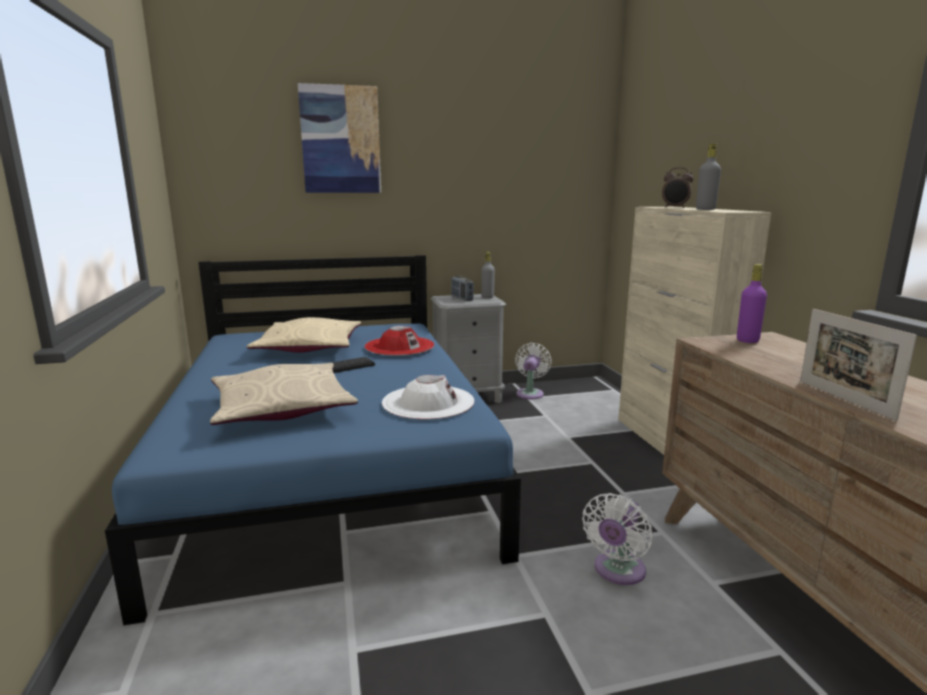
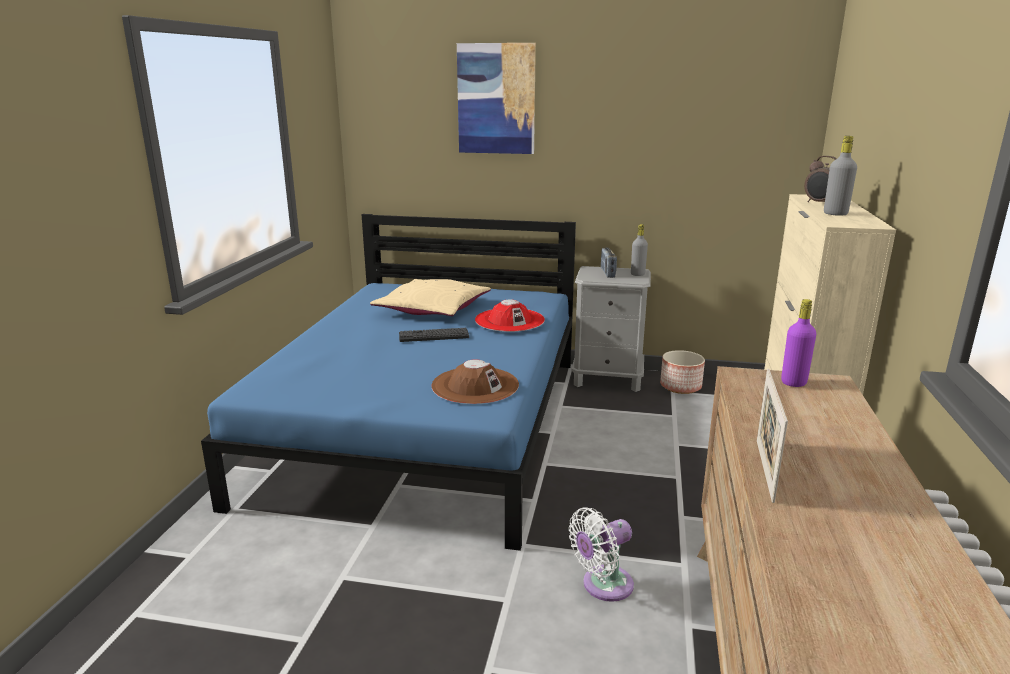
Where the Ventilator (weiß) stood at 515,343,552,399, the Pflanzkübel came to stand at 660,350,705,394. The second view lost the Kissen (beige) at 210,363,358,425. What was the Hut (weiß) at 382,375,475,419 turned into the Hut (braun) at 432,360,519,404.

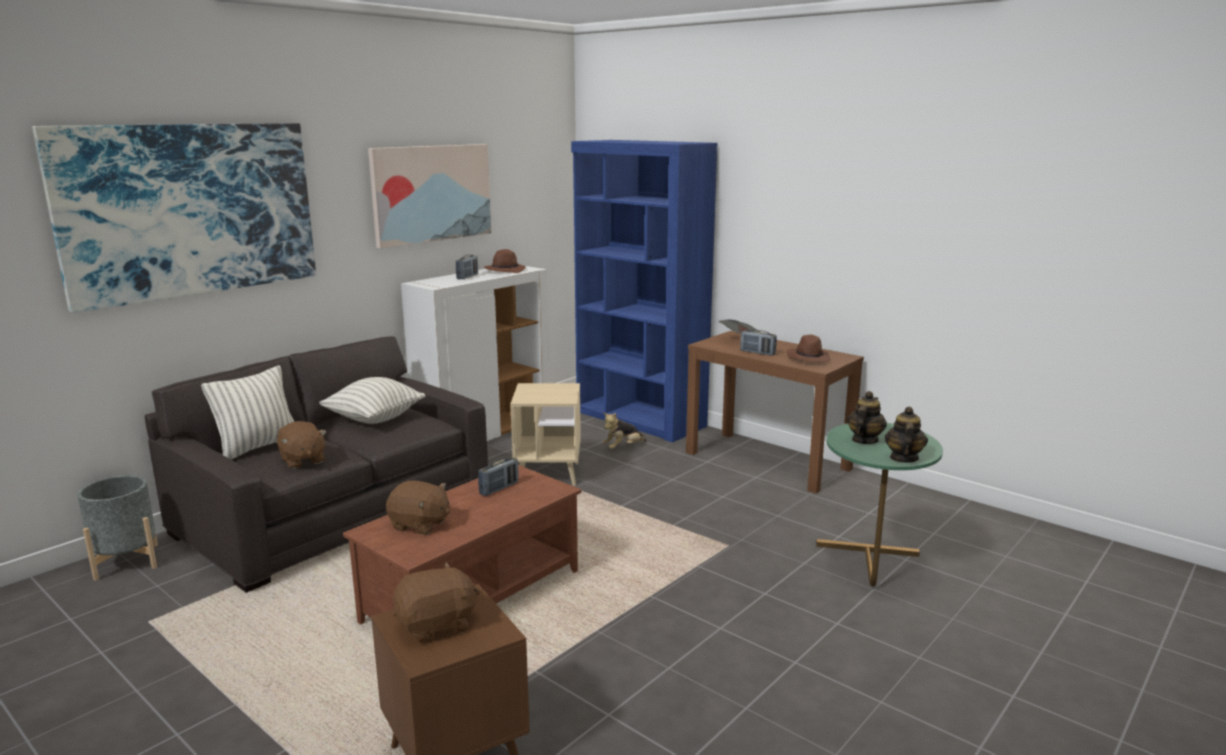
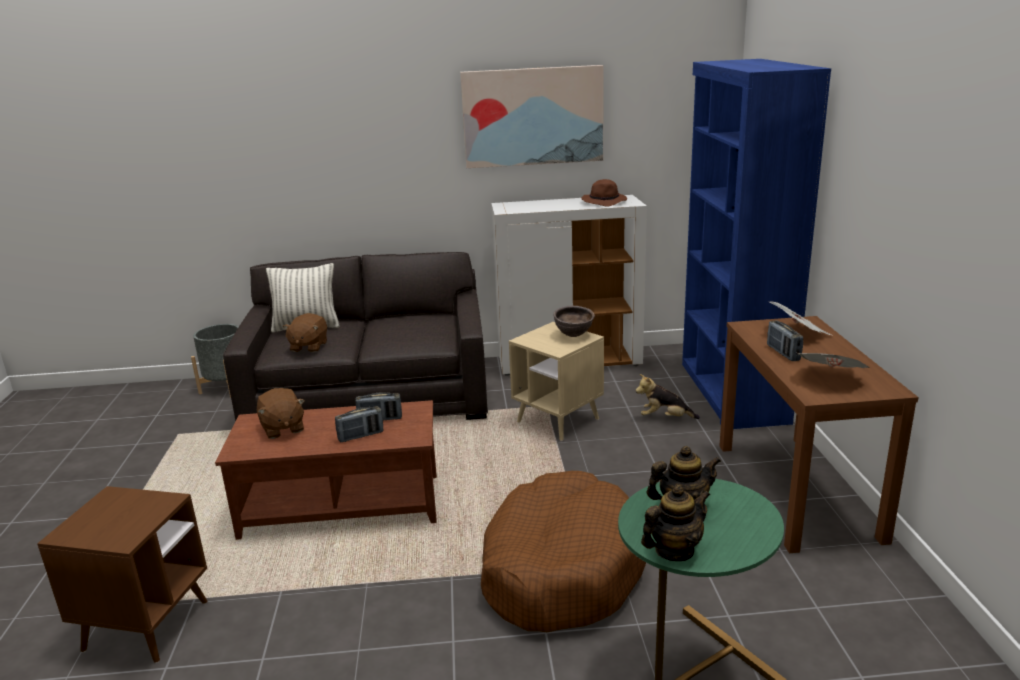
The second view lost the Bild at 32,123,316,313. The Radio ended up elsewhere, having gone from 456,255,478,279 to 335,406,383,442. Where the Hut (braun) stood at 787,335,831,362, the Zeitung came to stand at 798,353,870,368. The second view lost the Kissen at 319,377,425,424. The second view lost the Plüschtier (braun) at 393,562,480,643. The second view gained the Schüssel (braun) at 553,306,595,337. The second view gained the Hundebett (braun) at 481,471,646,632.

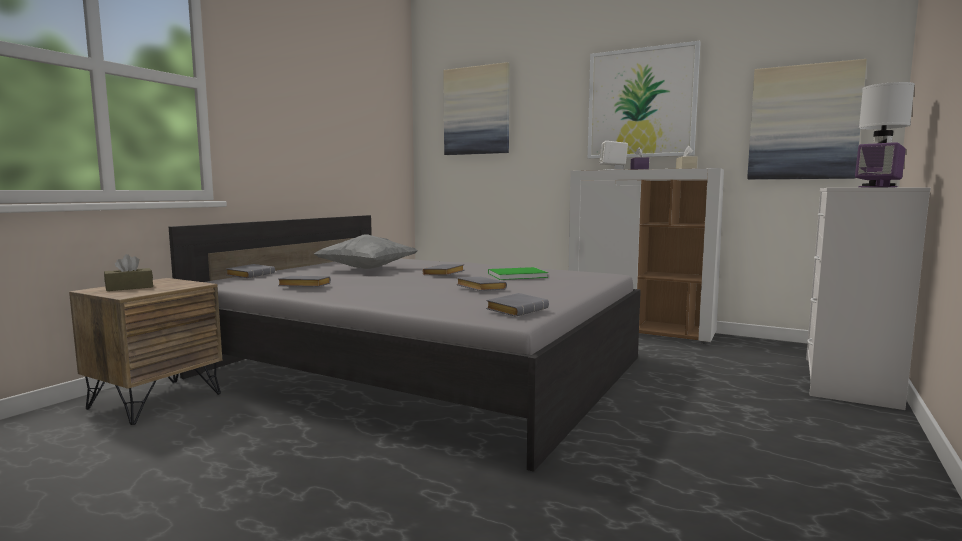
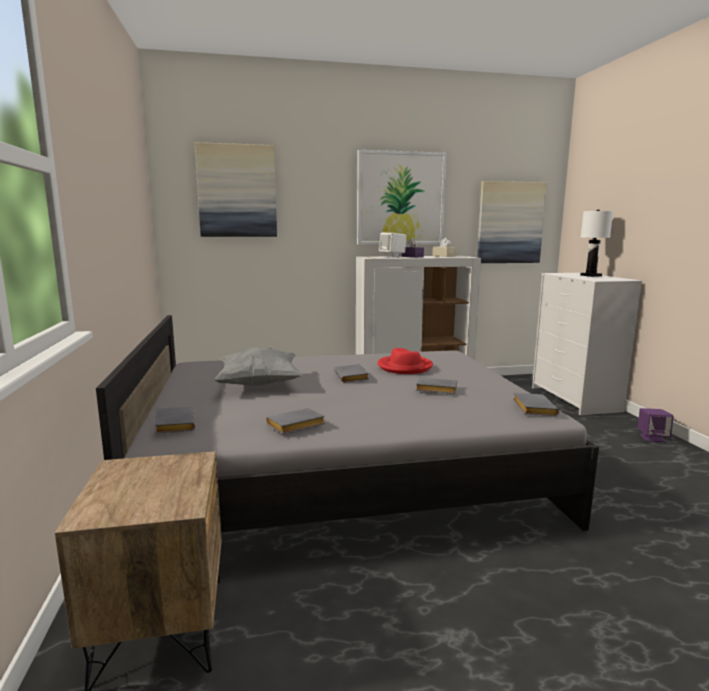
The Lautsprecher (lila) ended up elsewhere, having gone from 855,142,906,187 to 638,408,674,442. The second view lost the Taschentuchbox (braun) at 104,254,153,291. Where the Buch (grün) stood at 488,267,548,280, the Hut (rot) came to stand at 378,348,433,374.

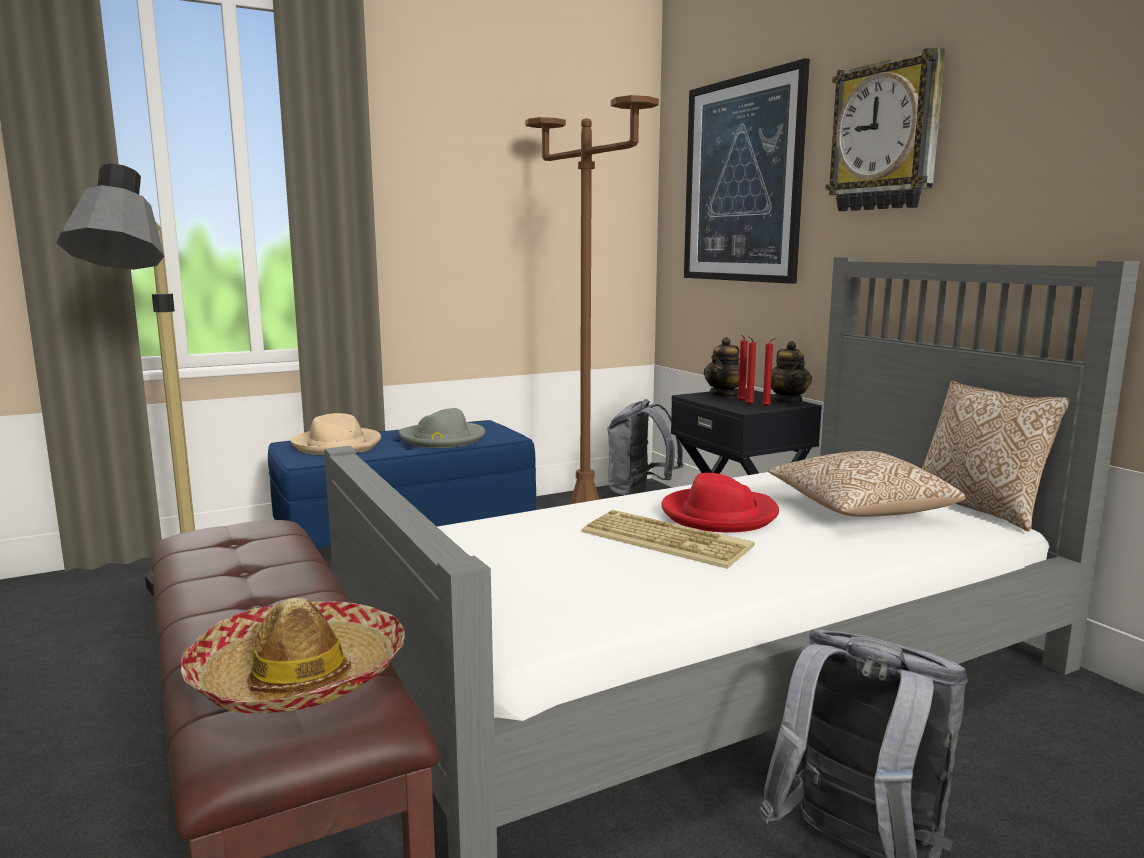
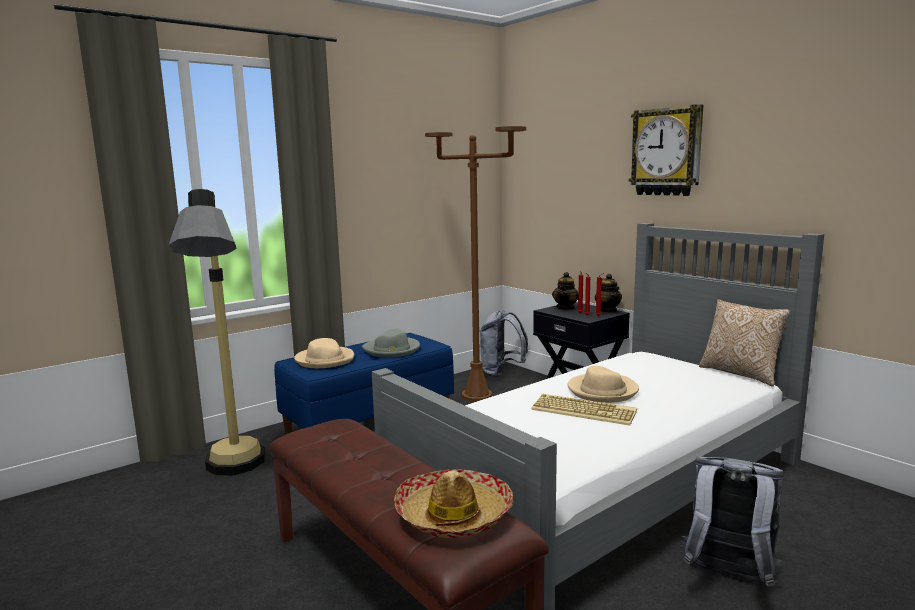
The second view lost the Bild at 684,58,810,284. The second view lost the Kissen at 768,451,966,517. What was the Hut (rot) at 661,473,779,533 turned into the Hut (beige) at 568,366,639,403.

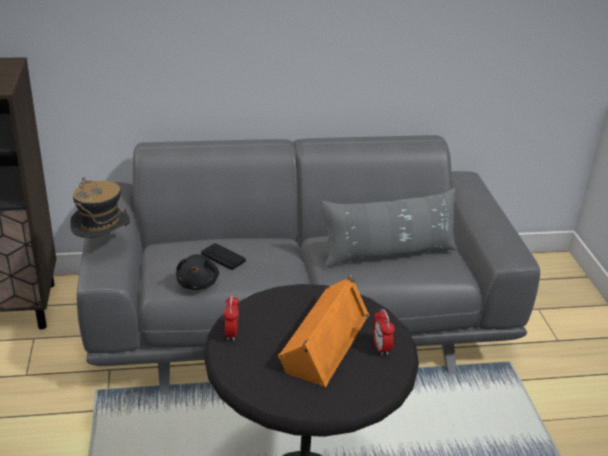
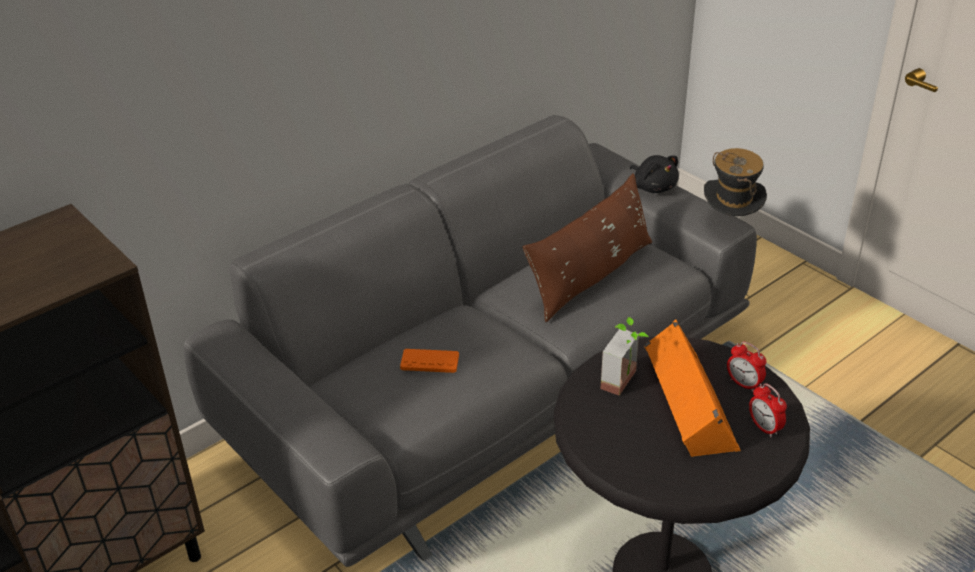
The Hut ended up elsewhere, having gone from 70,177,130,238 to 704,148,767,216. What was the Kissen (grau) at 321,188,457,268 turned into the Kissen (braun) at 523,173,652,322. What was the Gamepad (schwarz) at 201,243,246,270 turned into the Gamepad (orange) at 400,349,459,373. The Plüschtier (schwarz) ended up elsewhere, having gone from 176,254,219,290 to 630,155,679,193. The Wecker ended up elsewhere, having gone from 224,294,240,341 to 749,383,787,437. The second view gained the Topfpflanze at 600,317,648,396.

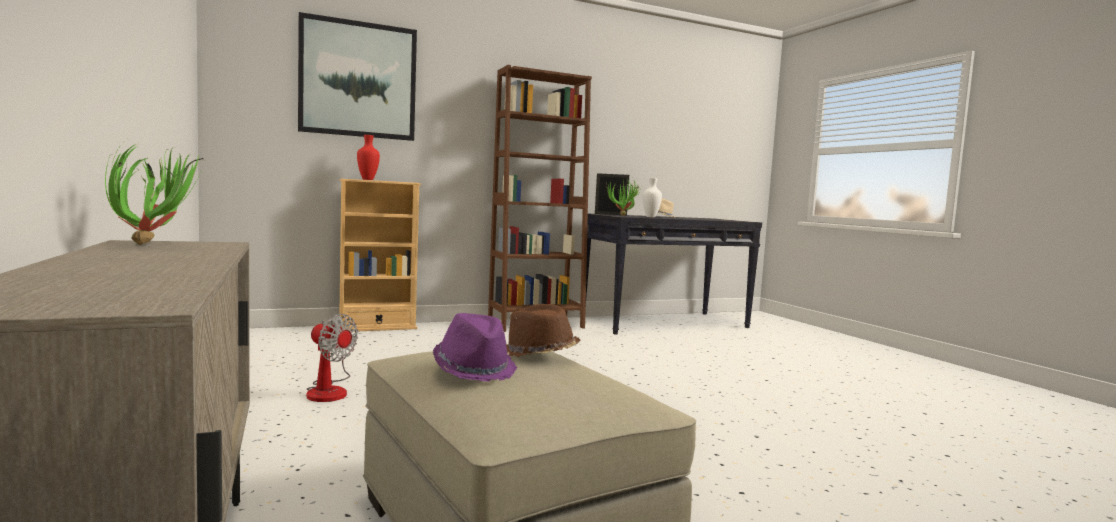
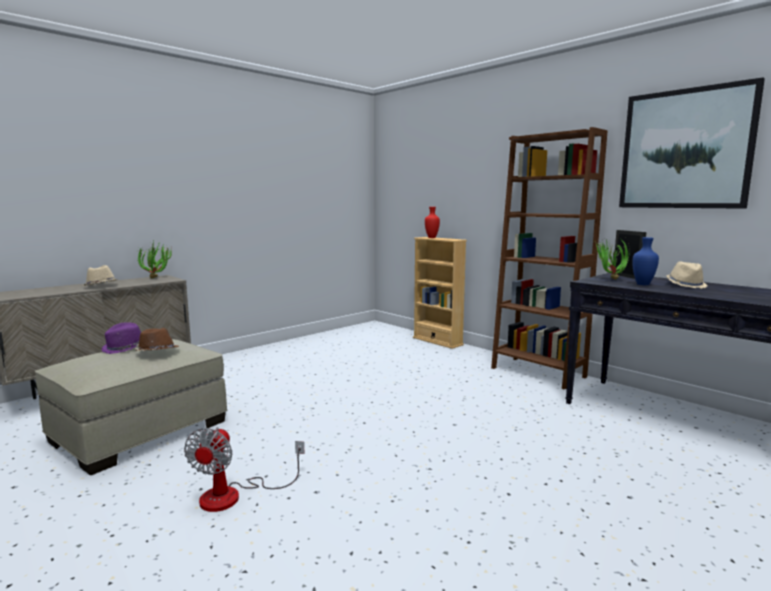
The Bild ended up elsewhere, having gone from 298,12,417,141 to 619,77,765,209. What was the Vase (weiß) at 642,178,662,217 turned into the Vase (blau) at 632,237,659,285. The Ventilator ended up elsewhere, having gone from 306,314,358,402 to 184,427,305,512. The second view gained the Hut (beige) at 83,265,118,286.

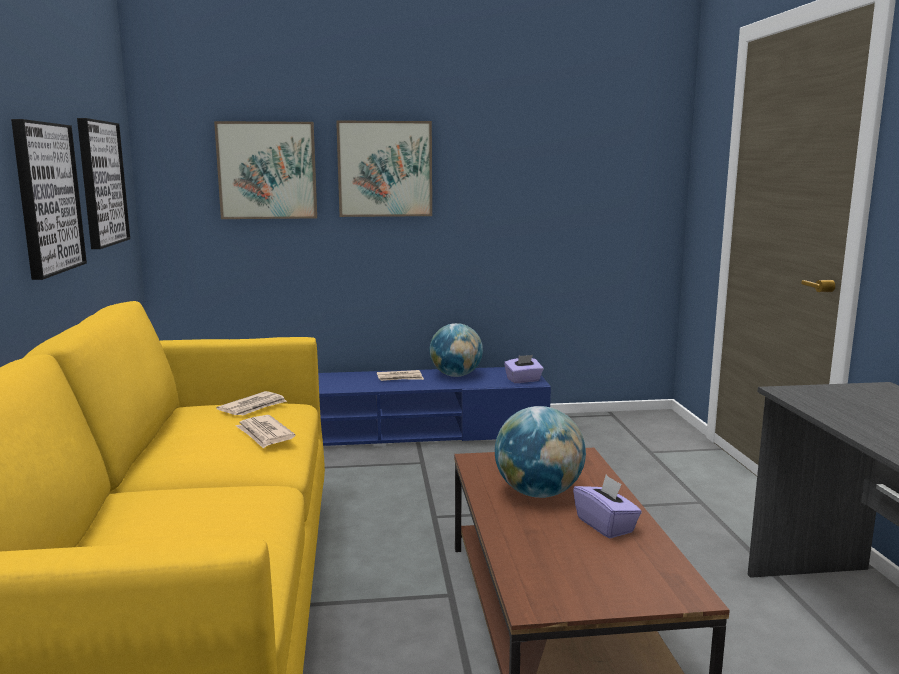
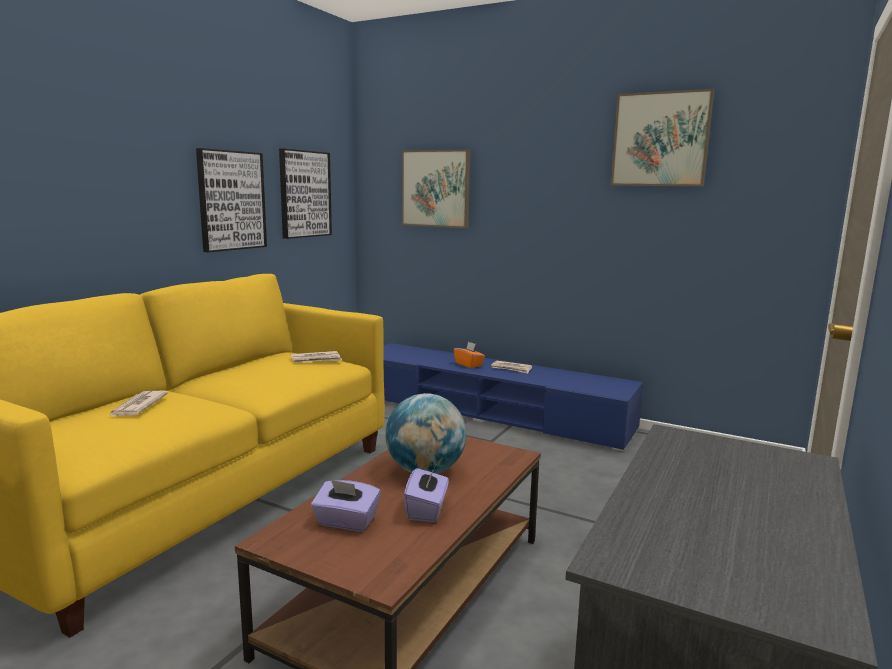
The Bild ended up elsewhere, having gone from 336,120,432,217 to 611,89,714,187. The second view lost the Globus at 429,323,483,377. The Taschentuchbox (lila) ended up elsewhere, having gone from 504,355,544,383 to 311,479,381,532. The Zeitung ended up elsewhere, having gone from 236,415,296,449 to 109,391,168,417. The second view gained the Taschentuchbox (orange) at 454,342,485,368.

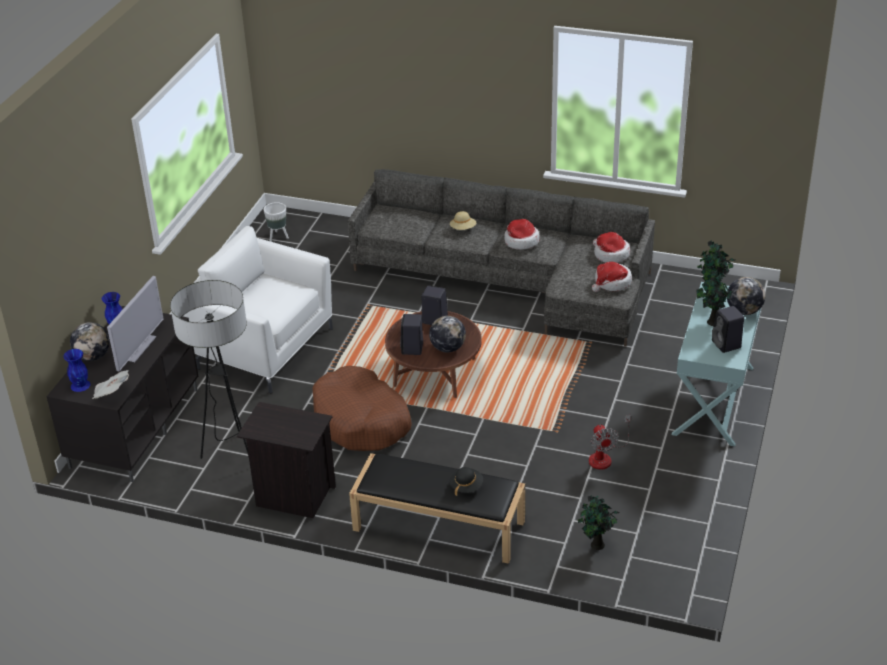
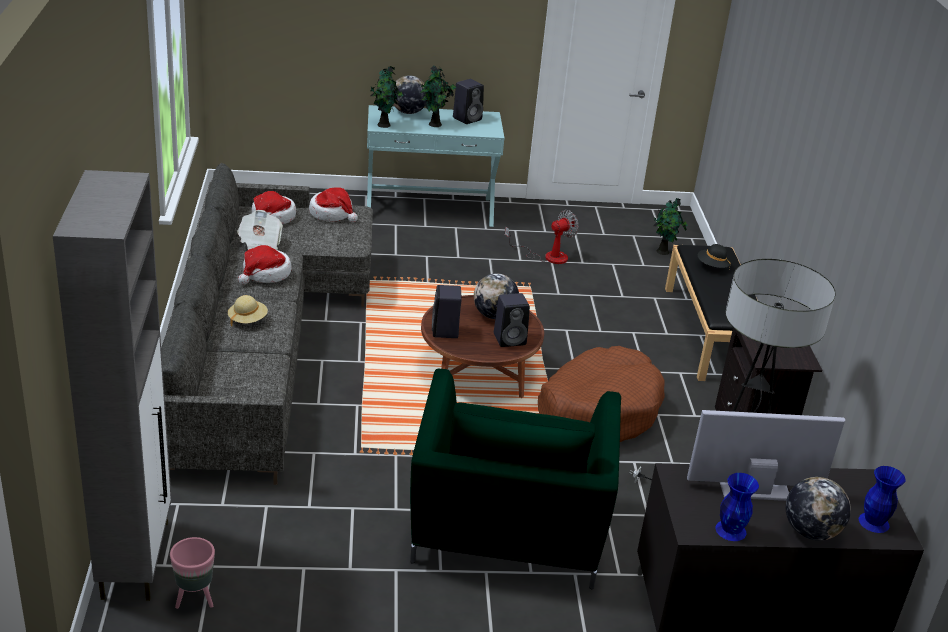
What was the Pflanzkübel (weiß) at 263,202,289,242 turned into the Pflanzkübel (rosa) at 170,537,215,609. What was the Sessel (weiß) at 183,226,333,393 turned into the Sessel (grün) at 410,369,621,589. The Zeitung ended up elsewhere, having gone from 92,370,129,399 to 237,210,283,250. The second view gained the Schrank (grau) at 53,170,172,601.

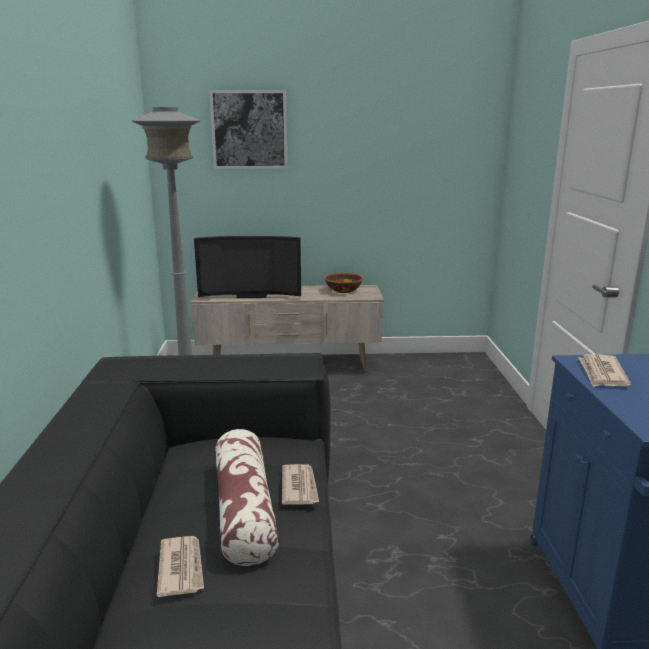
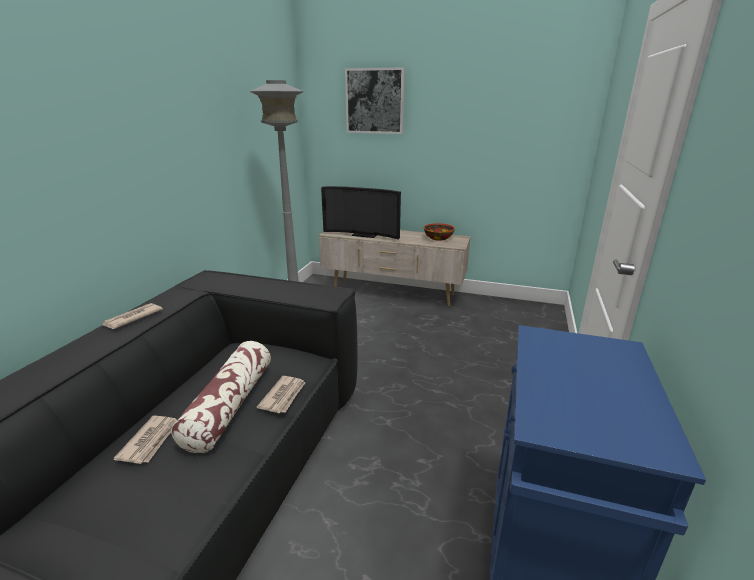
The Zeitung ended up elsewhere, having gone from 578,354,631,387 to 101,303,163,329.

